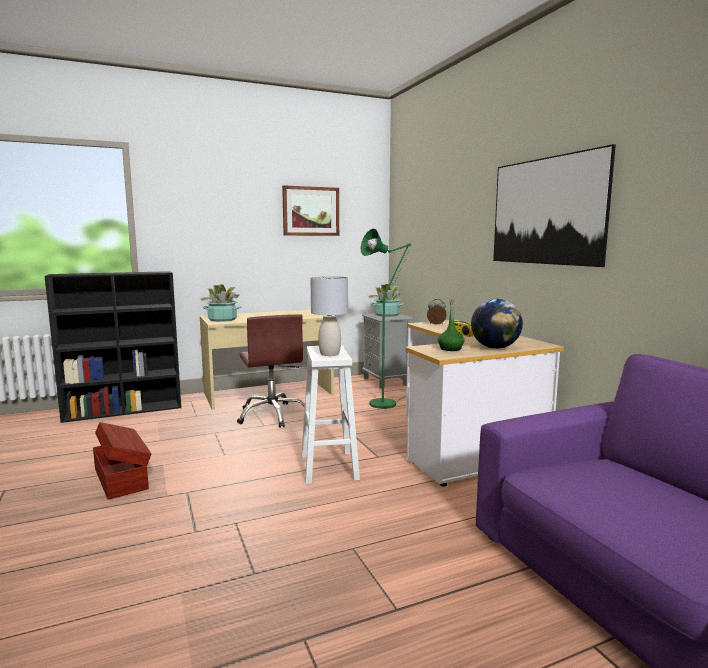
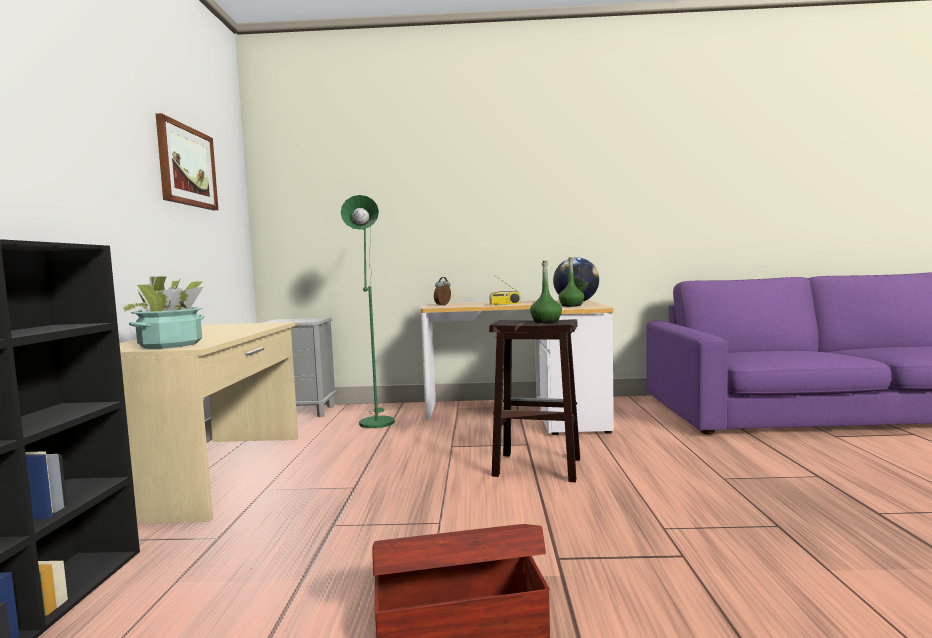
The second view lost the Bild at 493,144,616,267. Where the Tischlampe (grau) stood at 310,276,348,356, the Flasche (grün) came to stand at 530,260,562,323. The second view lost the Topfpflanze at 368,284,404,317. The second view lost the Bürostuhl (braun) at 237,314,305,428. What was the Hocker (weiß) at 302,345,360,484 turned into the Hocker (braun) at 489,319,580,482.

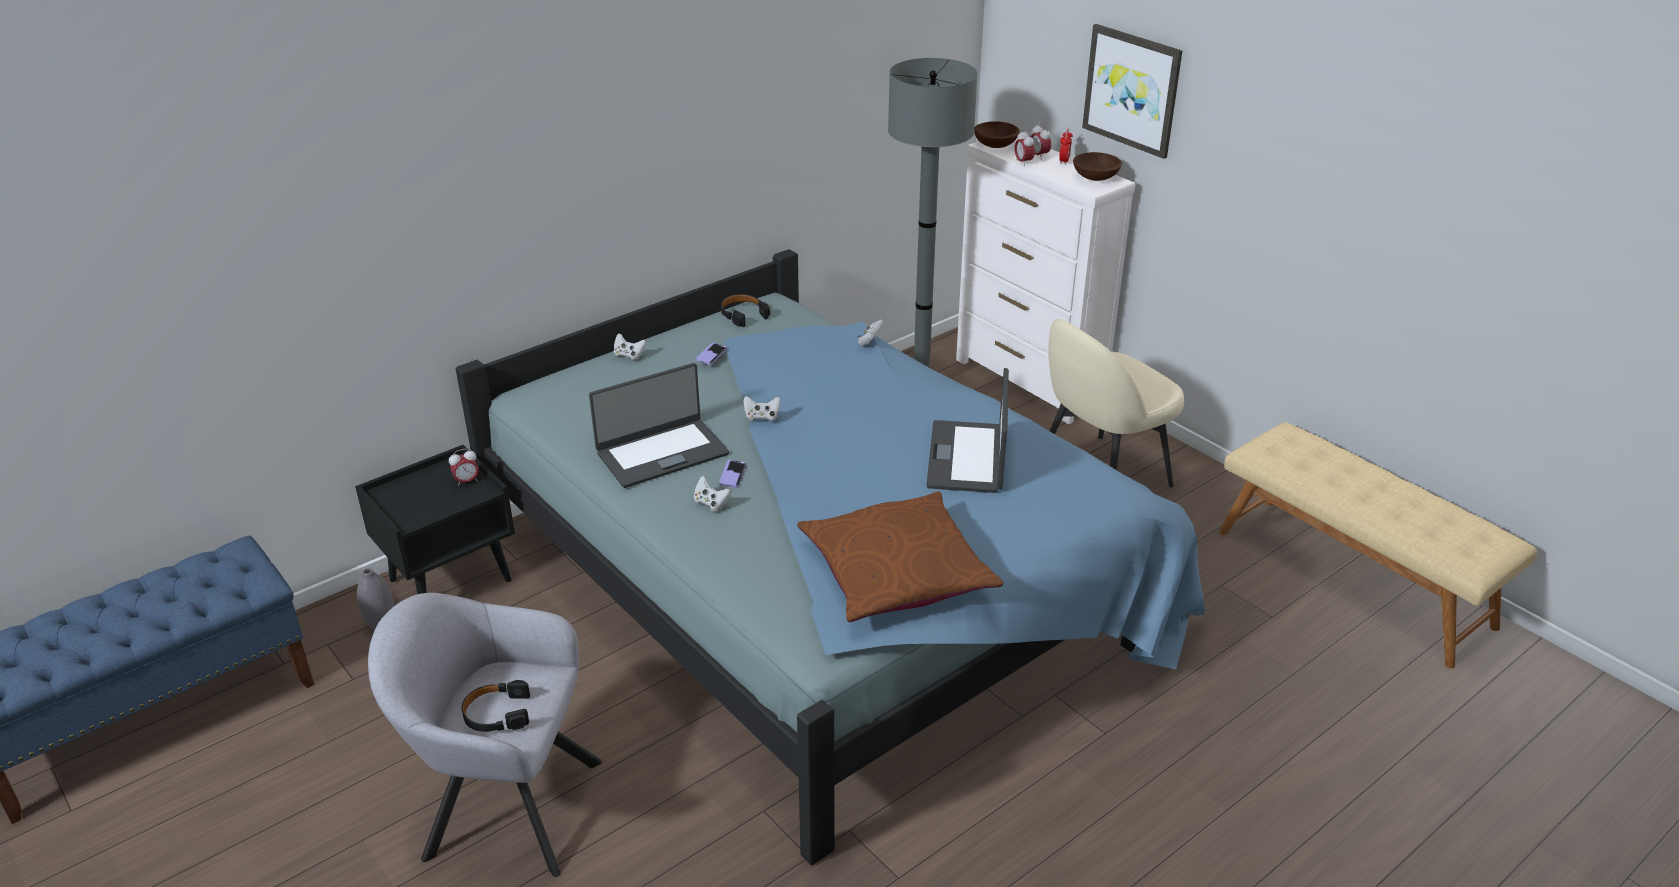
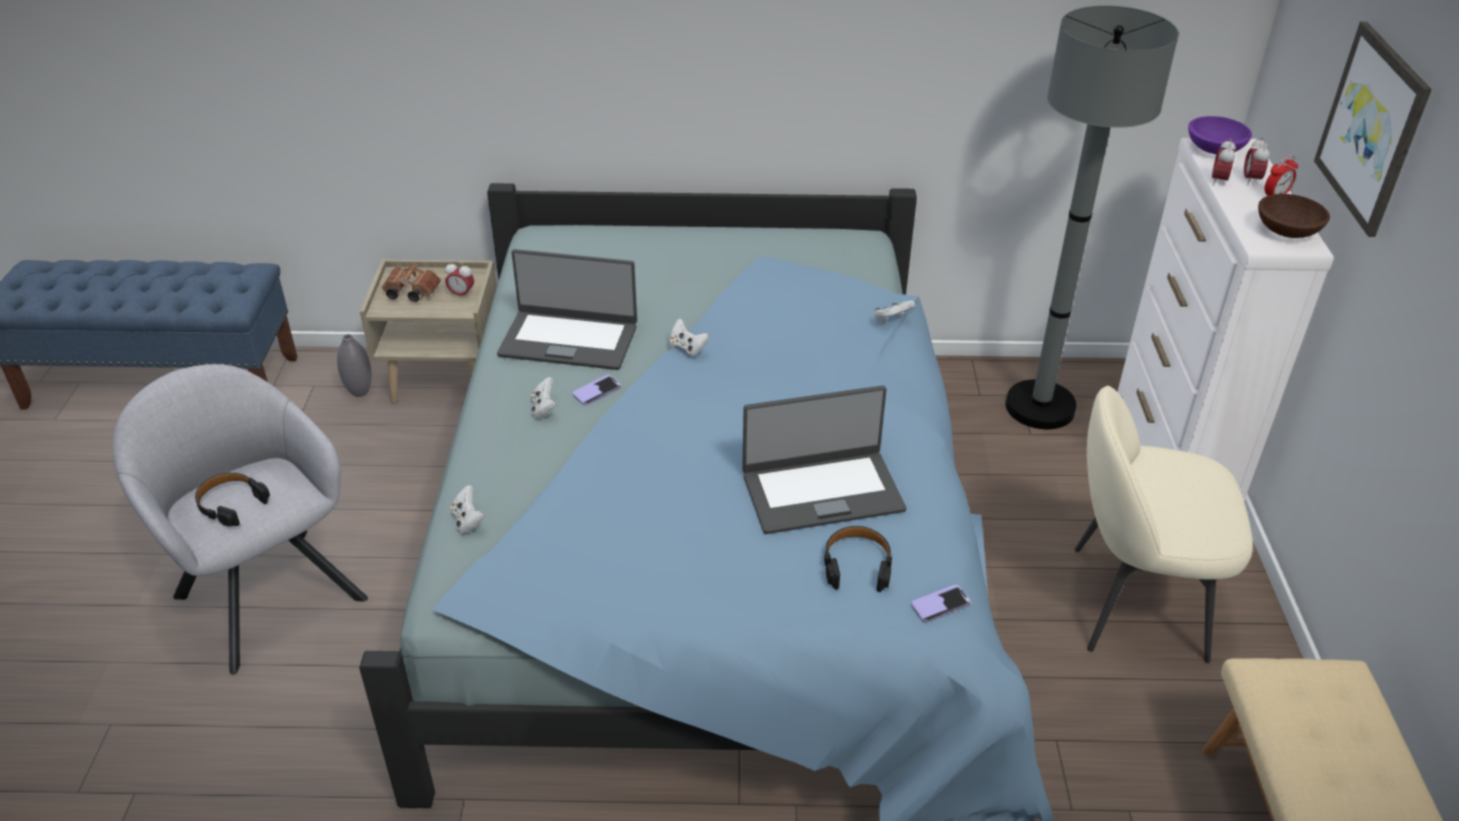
What was the Schüssel (braun) at 974,121,1020,148 turned into the Schüssel (lila) at 1188,116,1252,154. The Kopfhörer (schwarz) ended up elsewhere, having gone from 721,294,770,327 to 824,526,892,592. The Gamepad (weiß) ended up elsewhere, having gone from 614,333,647,360 to 450,485,485,533. The Handy ended up elsewhere, having gone from 696,343,727,365 to 911,585,971,623. The Laptop at 927,368,1009,493 ended up facing another way, 150 degrees counterclockwise from before. What was the Nachttisch (schwarz) at 355,445,515,594 turned into the Nachttisch (beige) at 360,259,497,403. The second view lost the Kissen (braun) at 797,492,1003,622. The second view gained the Fernglas (braun) at 382,263,441,302.

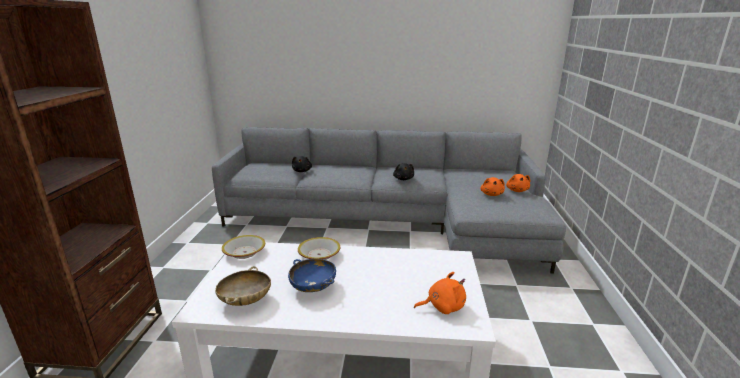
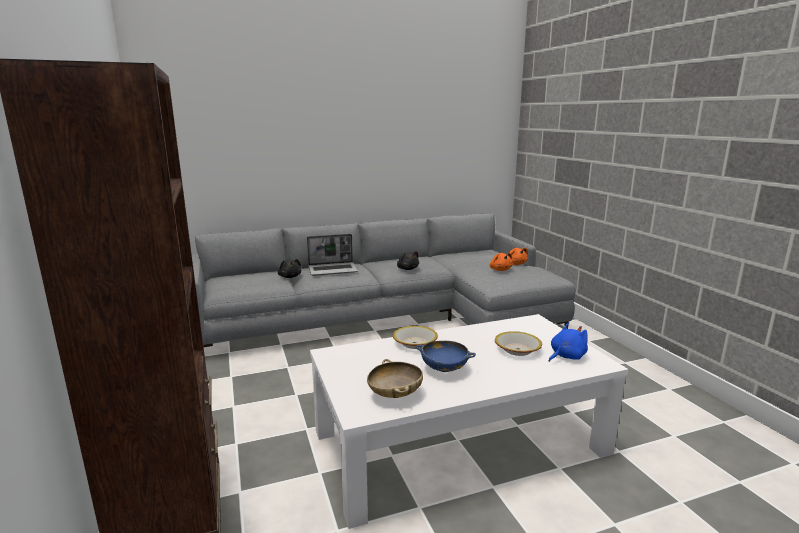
The Schüssel ended up elsewhere, having gone from 222,235,265,259 to 495,331,542,356. What was the Plüschtier (orange) at 414,272,466,314 turned into the Plüschtier (blau) at 549,323,588,362. The second view gained the Laptop at 307,234,358,276.

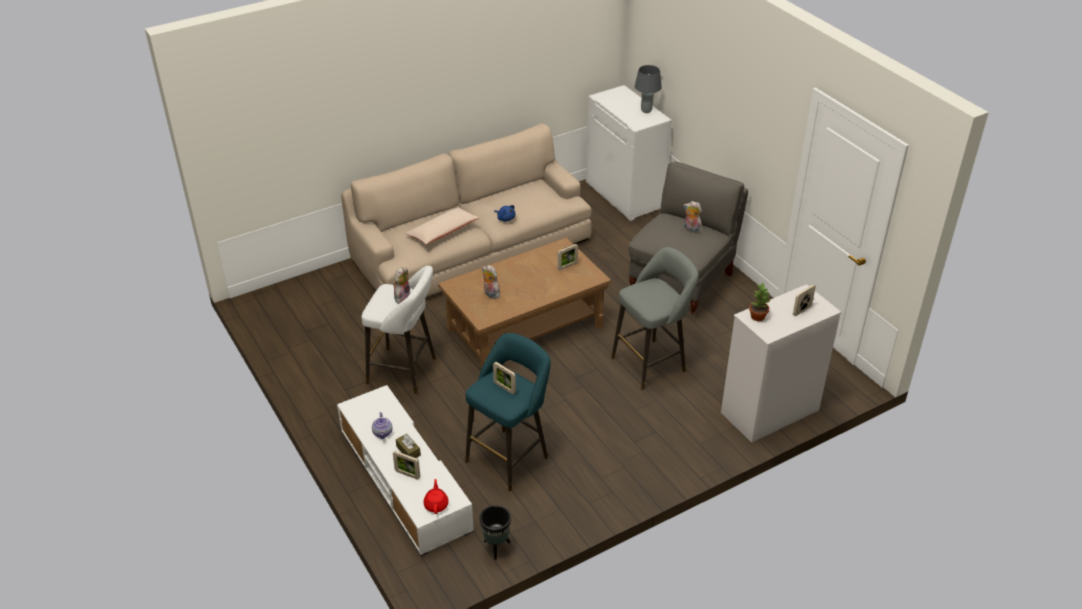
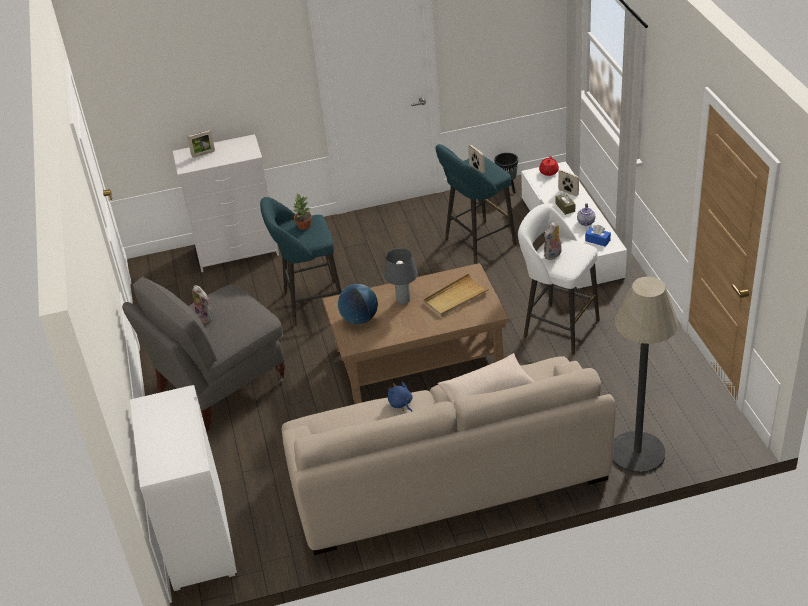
The Tischlampe (grau) ended up elsewhere, having gone from 635,65,662,113 to 384,248,418,304. Where the Bilderrahmen stood at 557,244,578,271, the Globus came to stand at 338,284,378,324. What was the Hocker (grau) at 611,247,699,390 turned into the Hocker (türkis) at 260,197,342,326. Where the Plüschtier stood at 482,265,501,299, the Tablett (beige) came to stand at 423,273,489,317. The Topfpflanze ended up elsewhere, having gone from 749,282,771,321 to 293,194,312,230. The second view gained the Taschentuchbox (blau) at 585,225,611,247. The second view gained the Stehlampe at 613,277,678,473.

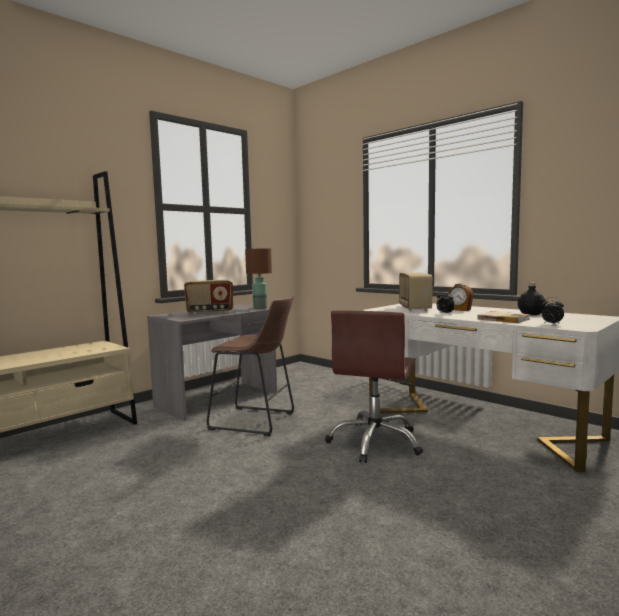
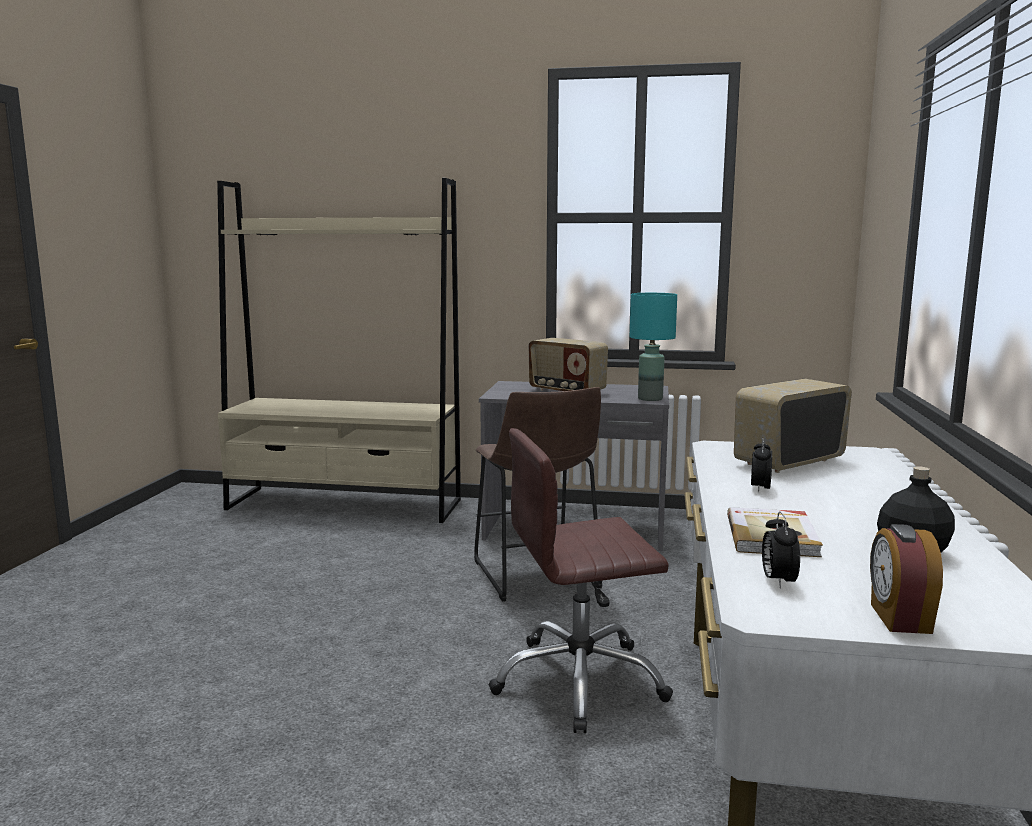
What was the Tischlampe (braun) at 245,248,272,309 turned into the Tischlampe (türkis) at 630,293,677,401. The Wecker ended up elsewhere, having gone from 448,284,473,311 to 870,524,943,634.

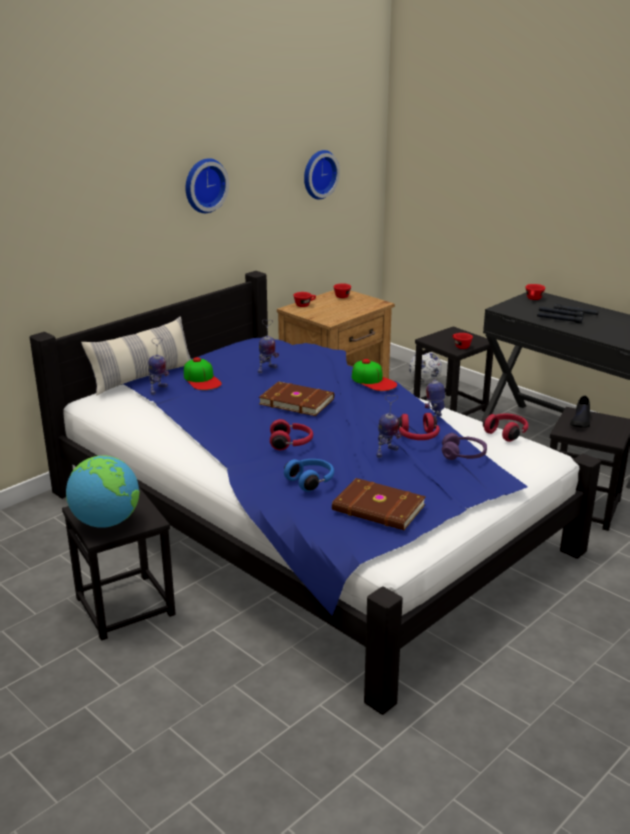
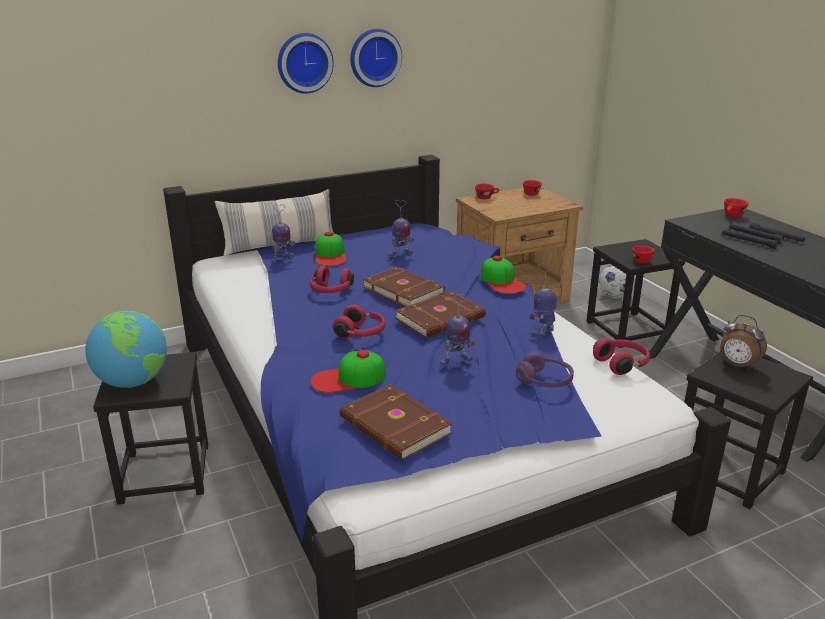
The Wanduhr ended up elsewhere, having gone from 304,150,340,199 to 278,33,334,94. Where the Schuh (schwarz) stood at 570,395,591,428, the Wecker came to stand at 720,315,767,370. The Kopfhörer (rot) ended up elsewhere, having gone from 398,413,440,440 to 309,266,354,293. Where the Kopfhörer (blau) stood at 284,459,334,492, the Kappe came to stand at 310,350,386,393. The second view gained the Buch (braun) at 395,291,486,338.

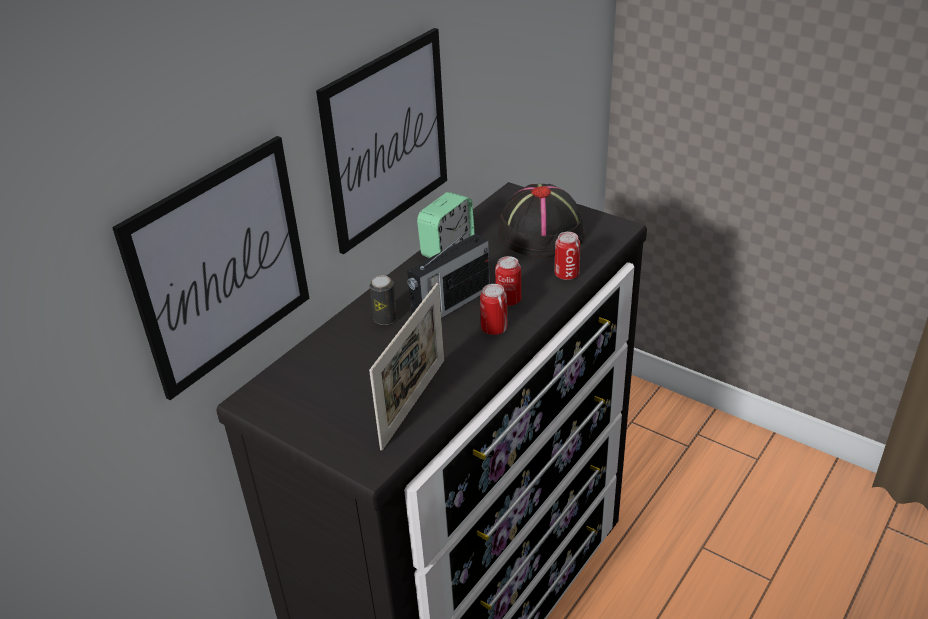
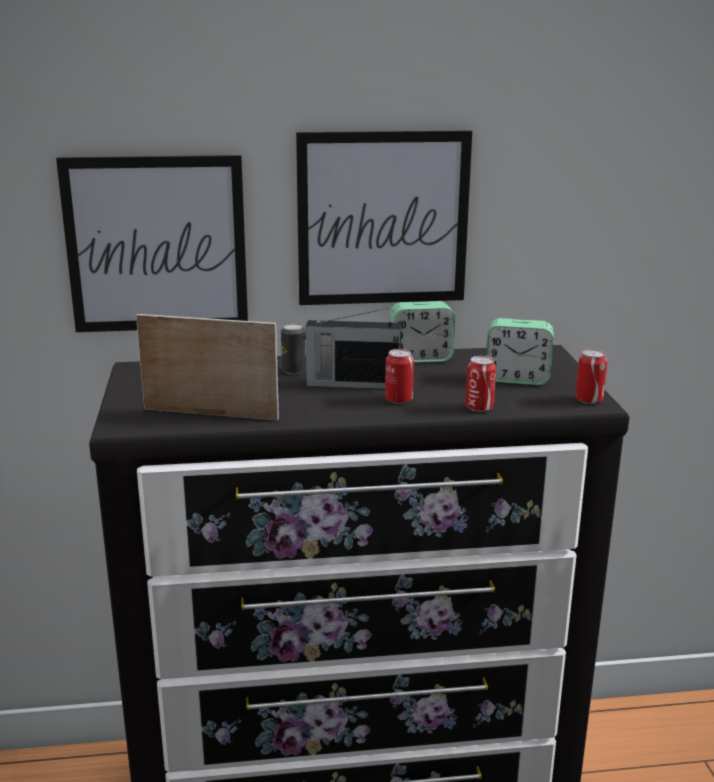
Where the Hut (schwarz) stood at 498,184,585,257, the Wecker came to stand at 486,318,554,385. The Bilderrahmen at 369,283,444,451 ended up facing another way, 150 degrees counterclockwise from before. The Dose ended up elsewhere, having gone from 480,284,507,335 to 575,349,607,404.

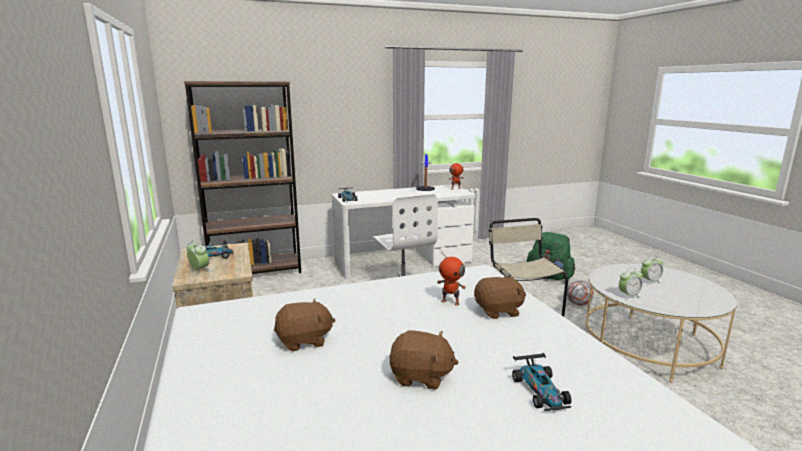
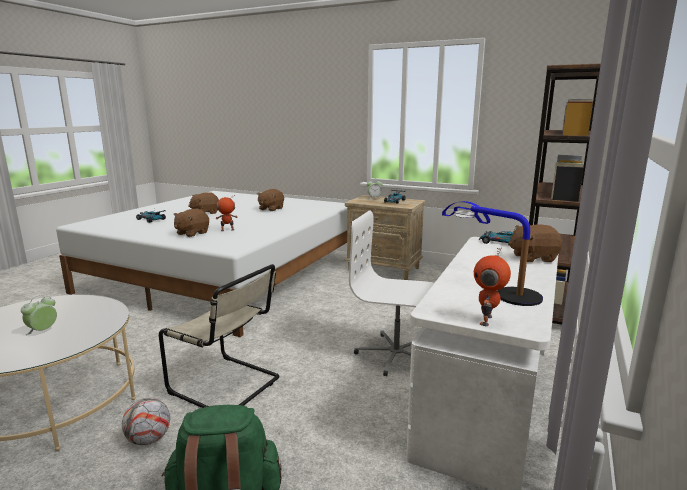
The second view lost the Wecker at 619,267,643,300. The second view gained the Plüschtier (braun) at 508,224,562,262.

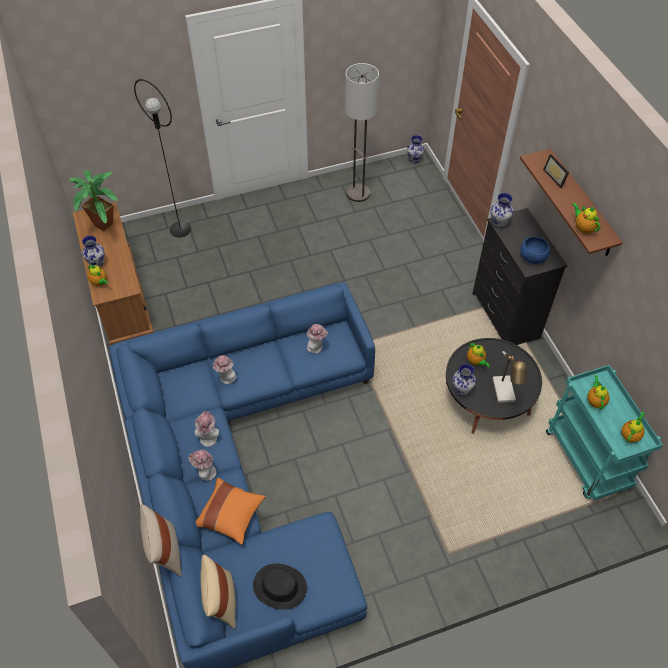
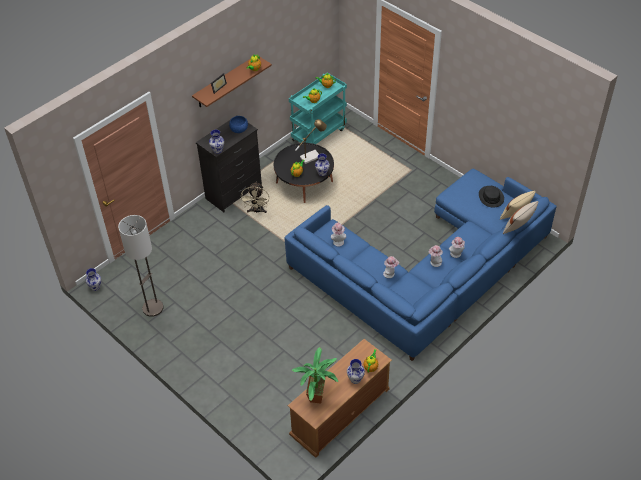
The second view lost the Stehlampe (schwarz) at 134,79,191,238. The second view lost the Kissen (orange) at 196,478,265,545. The second view gained the Ventilator (beige) at 240,182,269,214.

